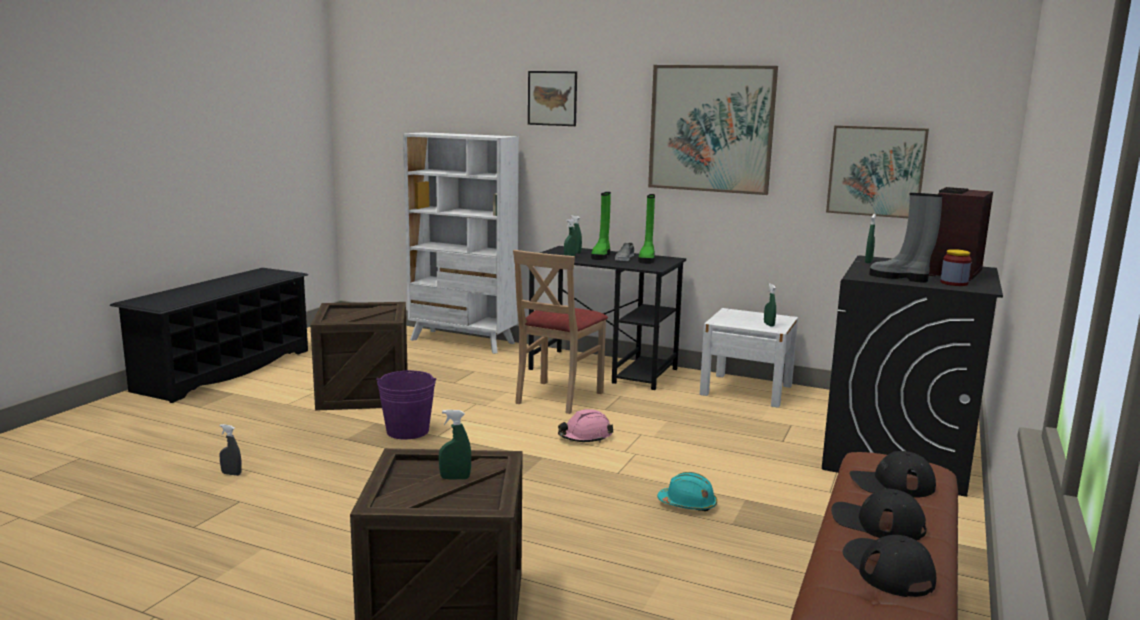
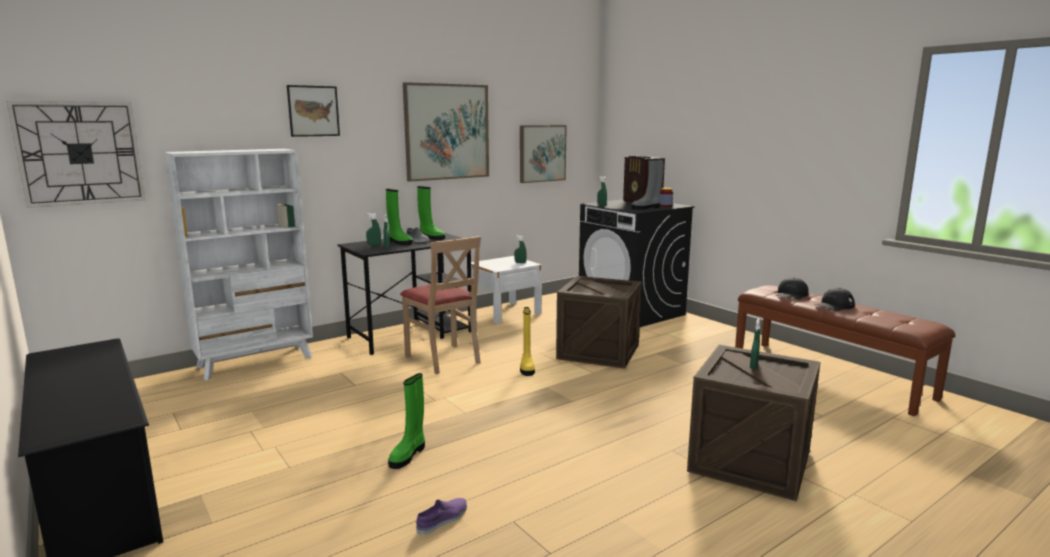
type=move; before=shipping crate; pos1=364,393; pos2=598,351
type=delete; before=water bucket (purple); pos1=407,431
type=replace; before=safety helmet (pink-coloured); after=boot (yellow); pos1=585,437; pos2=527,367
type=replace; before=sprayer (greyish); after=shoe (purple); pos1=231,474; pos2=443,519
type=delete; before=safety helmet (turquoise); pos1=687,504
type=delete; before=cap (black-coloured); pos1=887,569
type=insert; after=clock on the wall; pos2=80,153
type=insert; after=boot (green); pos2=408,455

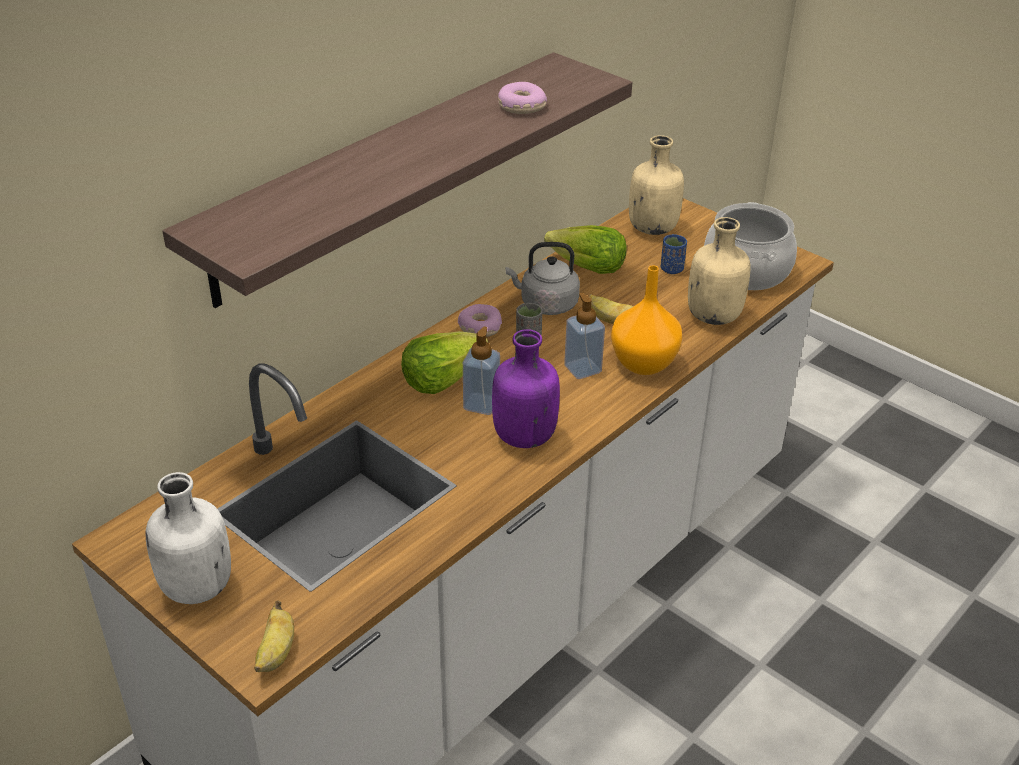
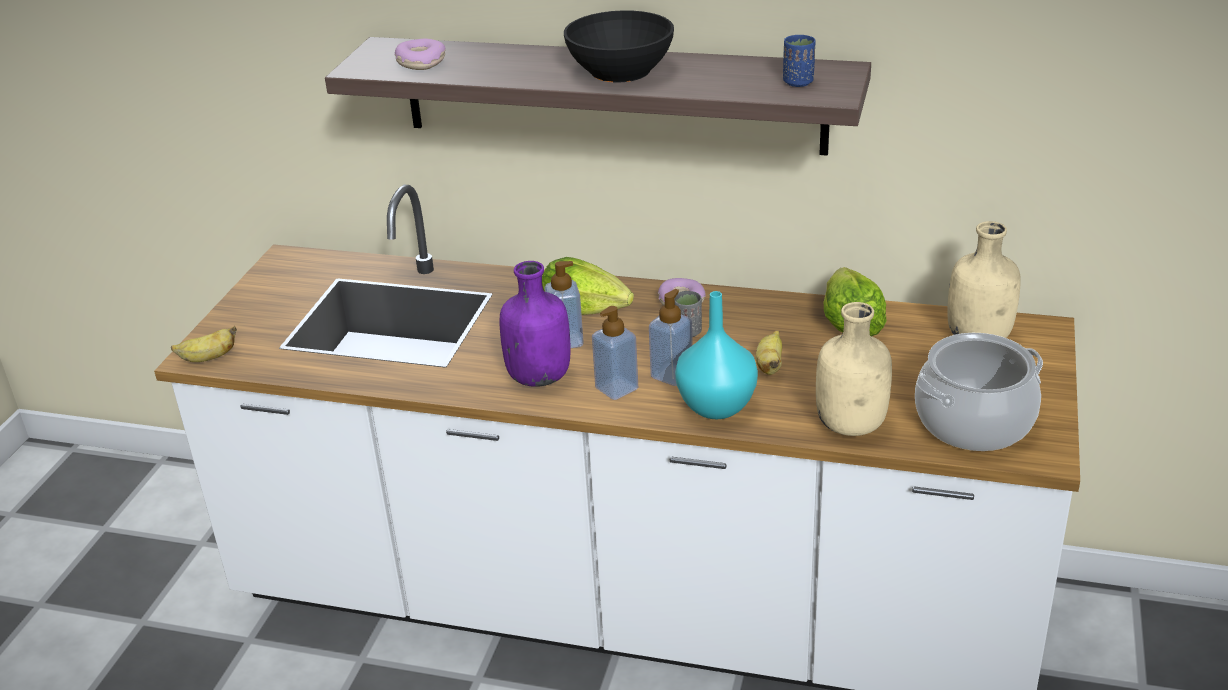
type=move; before=doughnut; pos1=521,106; pos2=421,62
type=move; before=small cup (blue-coloured); pos1=671,269; pos2=798,82
type=delete; before=kettle (greyish); pos1=545,304
type=recolor; before=vase (orange-coloured); after=vase (turquoise); pos1=643,364; pos2=714,407
type=delete; before=bottle (whitish); pos1=195,587
type=insert; after=deep dish (black-coloured); pos2=621,71
type=insert; after=soap dispenser; pos2=616,388

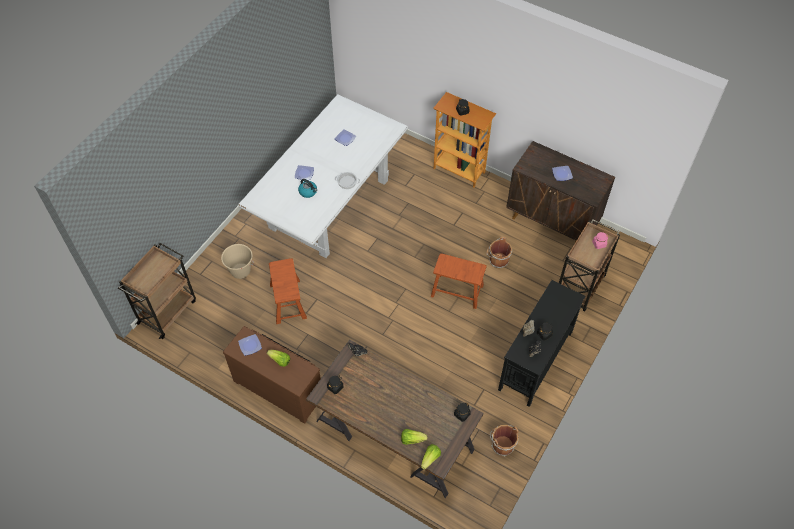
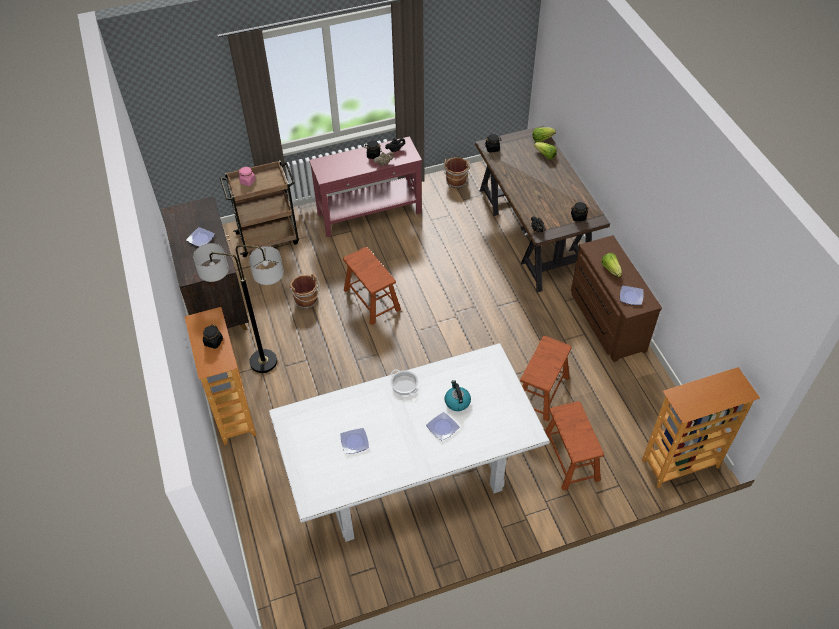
type=replace; before=cart (brown); after=bookshelf; pos1=167,311; pos2=680,464
type=replace; before=water bucket (beige-coloured); after=sitting stool (brown); pos1=240,271; pos2=570,458
type=recolor; before=console table (black-coloured); after=console table (red-coloured); pos1=535,360; pos2=370,213
type=insert; after=floor lamp; pos2=263,361

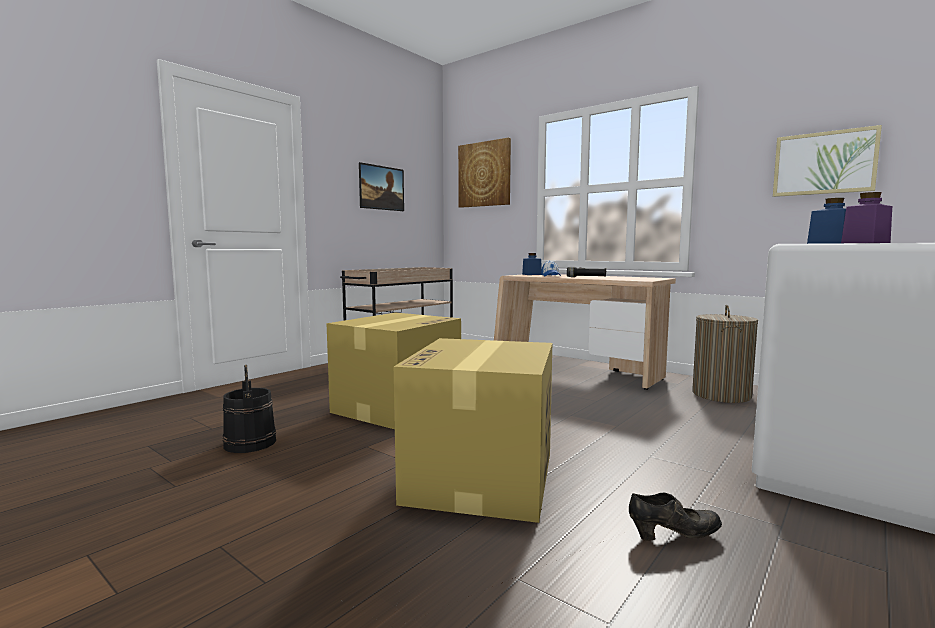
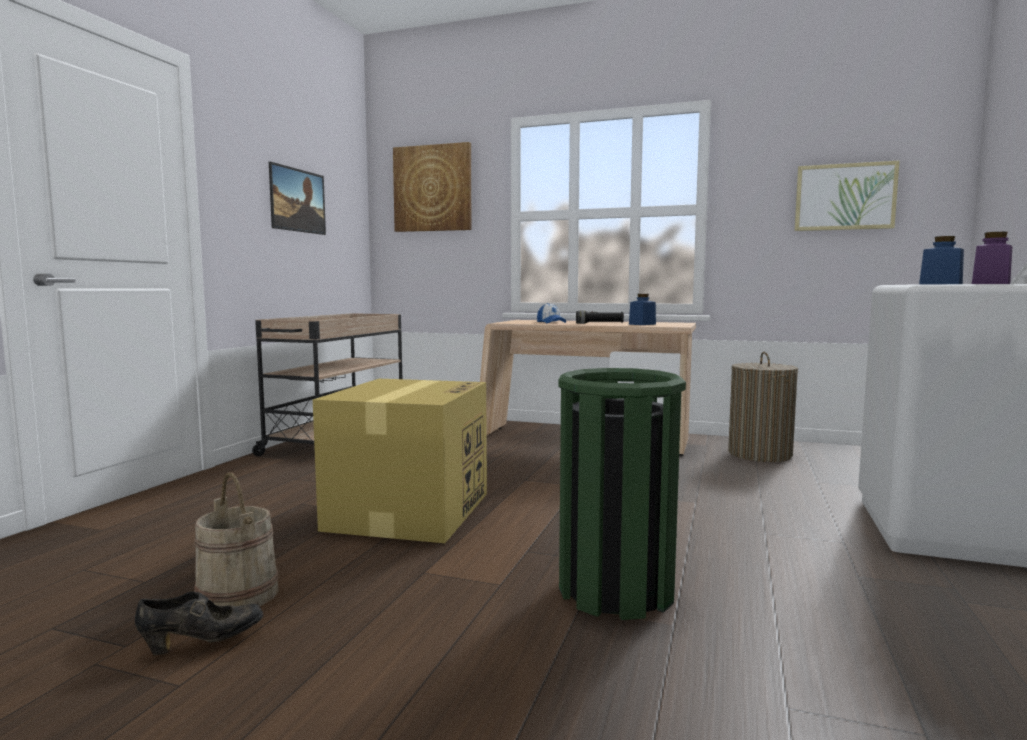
type=move; before=jar (blue-coloured); pos1=531,274; pos2=642,324
type=replace; before=carton; after=trash can (green); pos1=481,478; pos2=616,590
type=recolor; before=water bucket (black-coloured); after=water bucket (beige-coloured); pos1=249,443; pos2=237,595
type=move; before=shoe (black-coloured); pos1=674,536; pos2=203,642

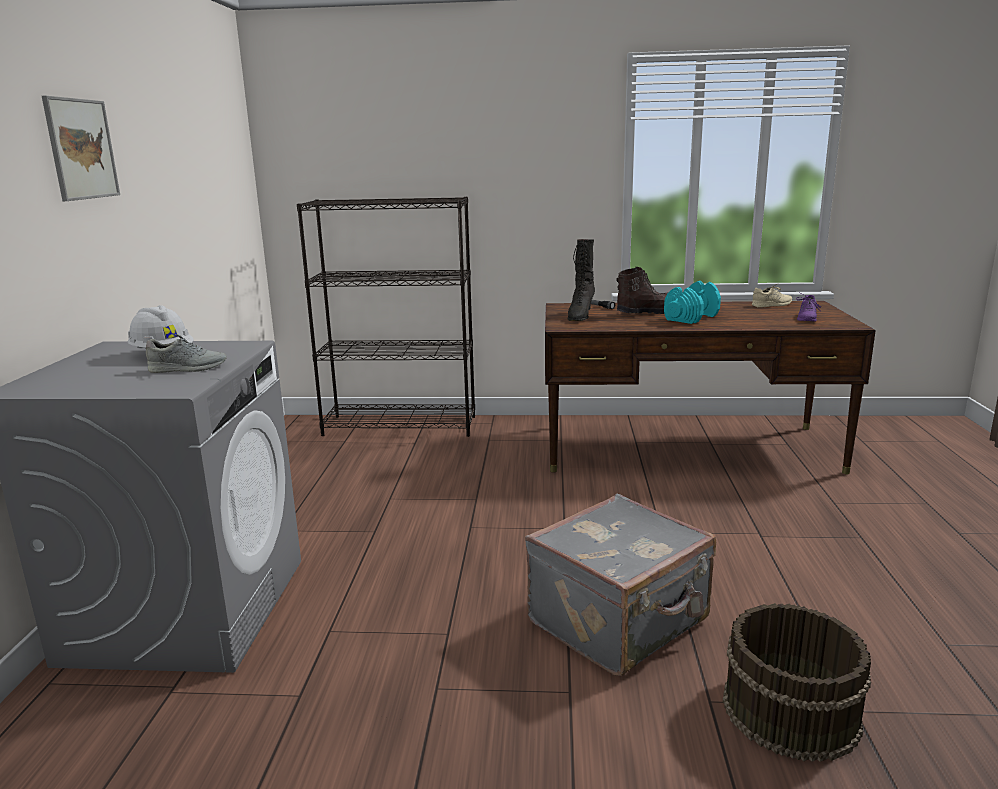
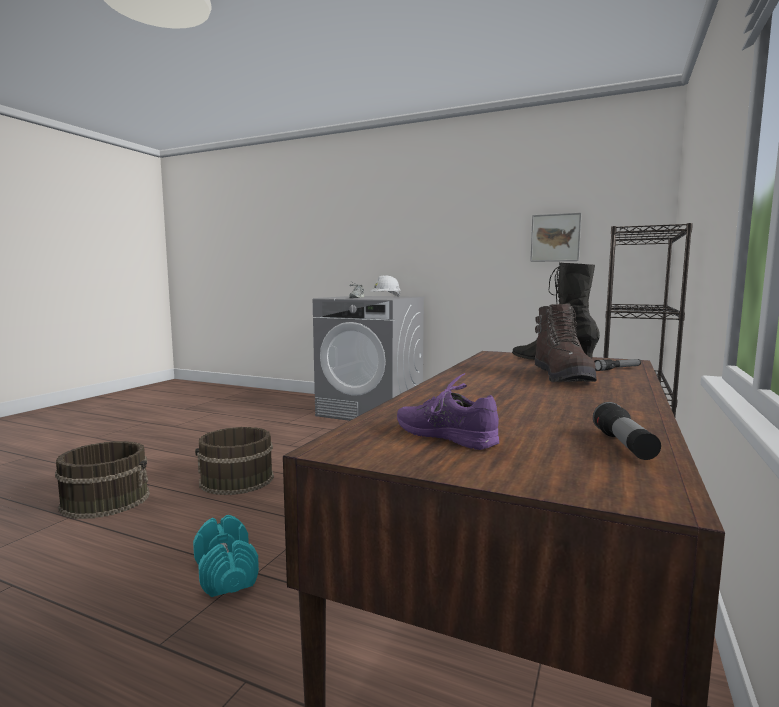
type=move; before=wall picture; pos1=81,149; pos2=555,237
type=move; before=free weight (turquoise); pos1=692,317; pos2=225,573
type=replace; before=shoe (beige-coloured); after=torch; pos1=772,305; pos2=624,446
type=replace; before=travel case (greyish); after=water bucket (brown); pos1=620,622; pos2=237,480

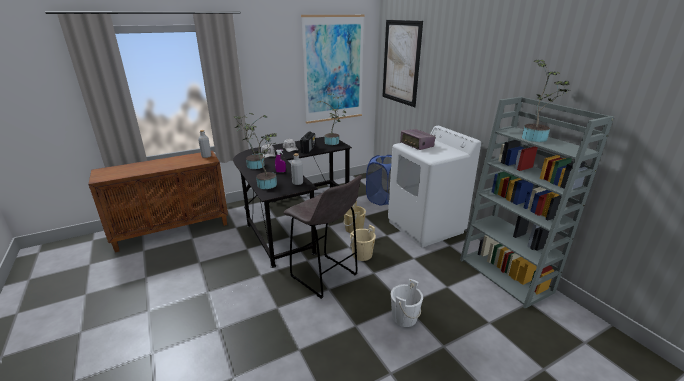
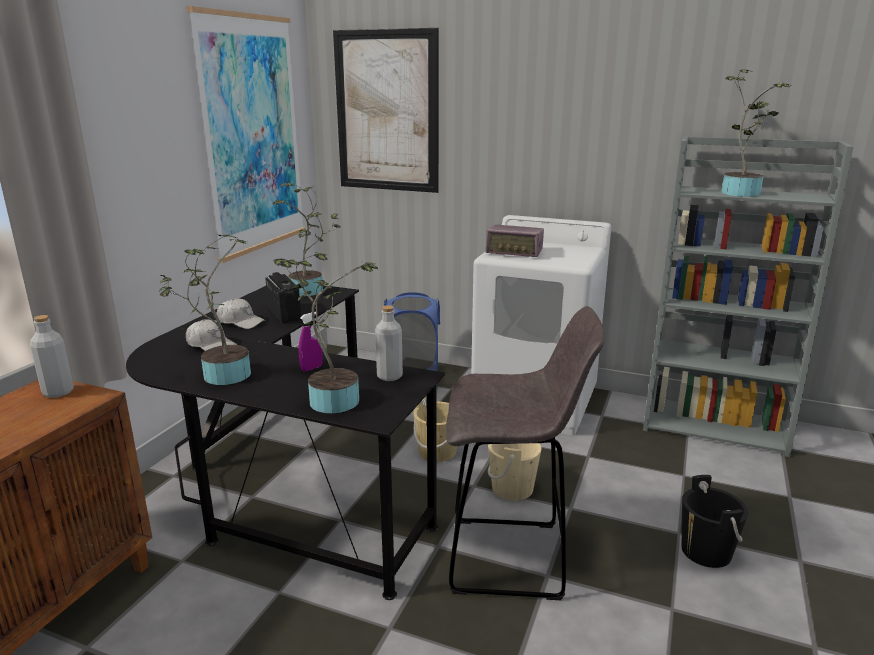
type=recolor; before=water bucket (whitish); after=water bucket (black-coloured); pos1=404,317; pos2=706,551

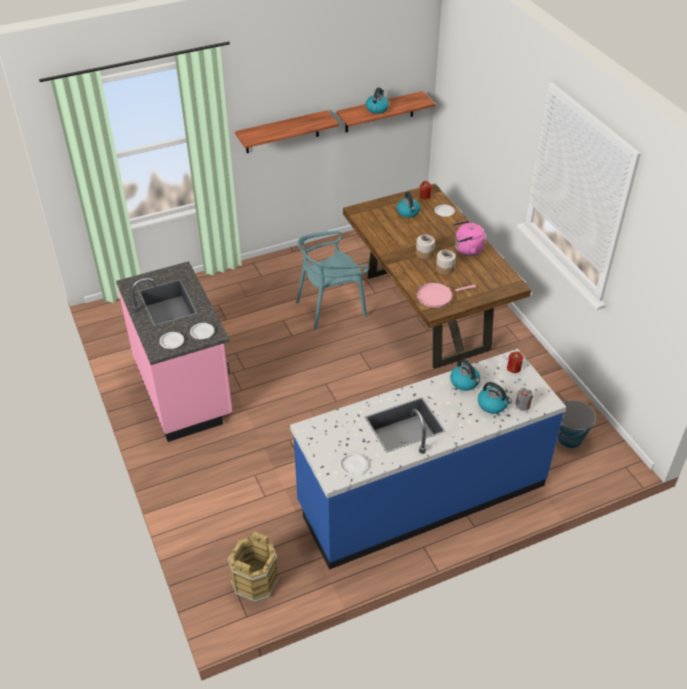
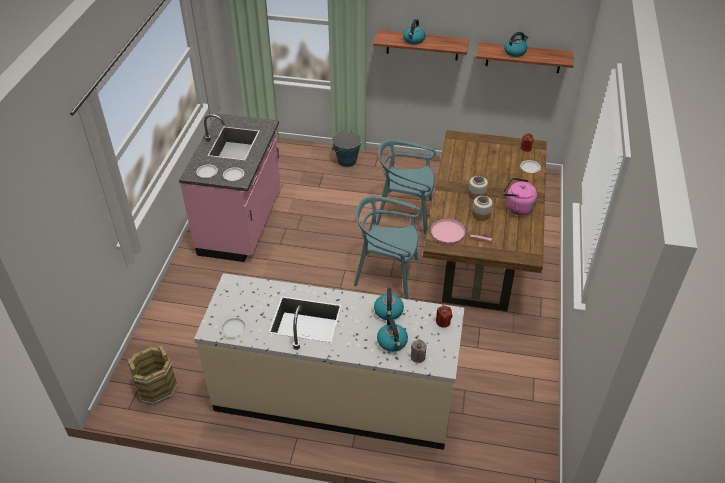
type=move; before=kettle; pos1=408,212; pos2=413,40
type=recolor; before=kitchen counter (blue-coloured); after=kitchen counter (beige-coloured); pos1=421,495; pos2=335,396
type=move; before=water bucket; pos1=569,439; pos2=347,161
type=insert; after=upright chair (turquoise); pos2=387,274

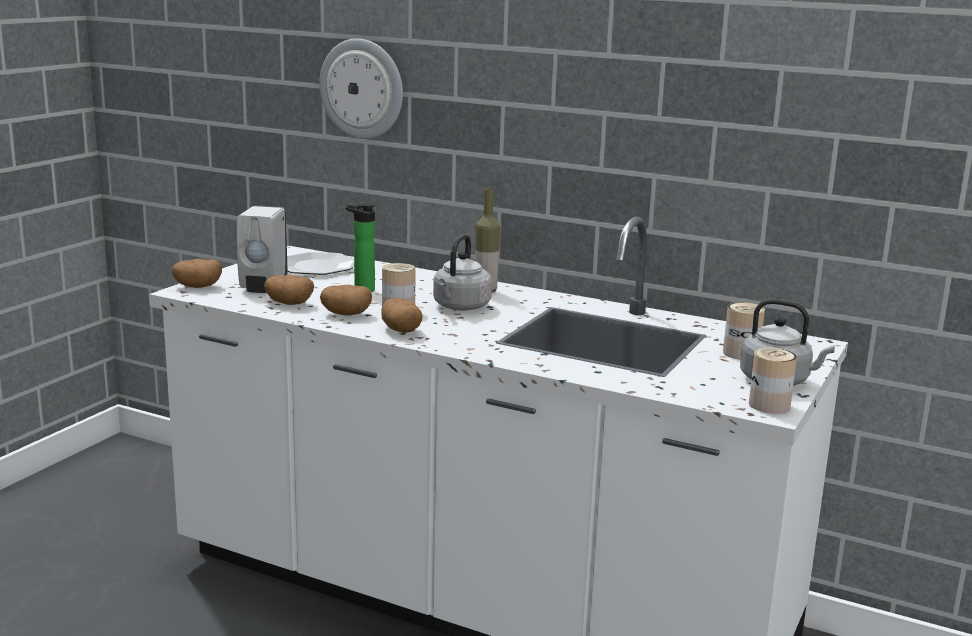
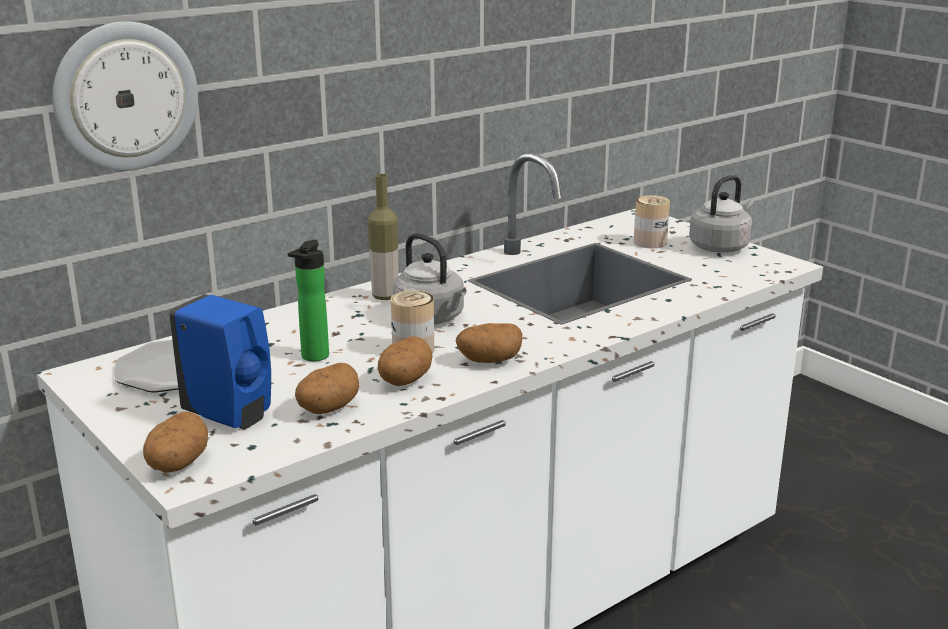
type=recolor; before=soap dispenser (whitish); after=soap dispenser (blue-coloured); pos1=263,286; pos2=230,416
type=delete; before=can; pos1=769,405

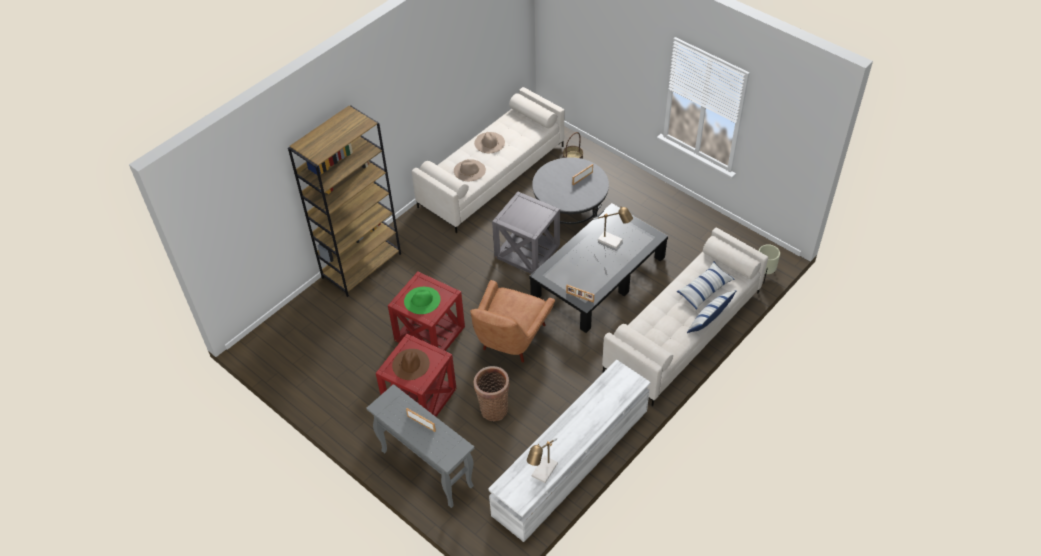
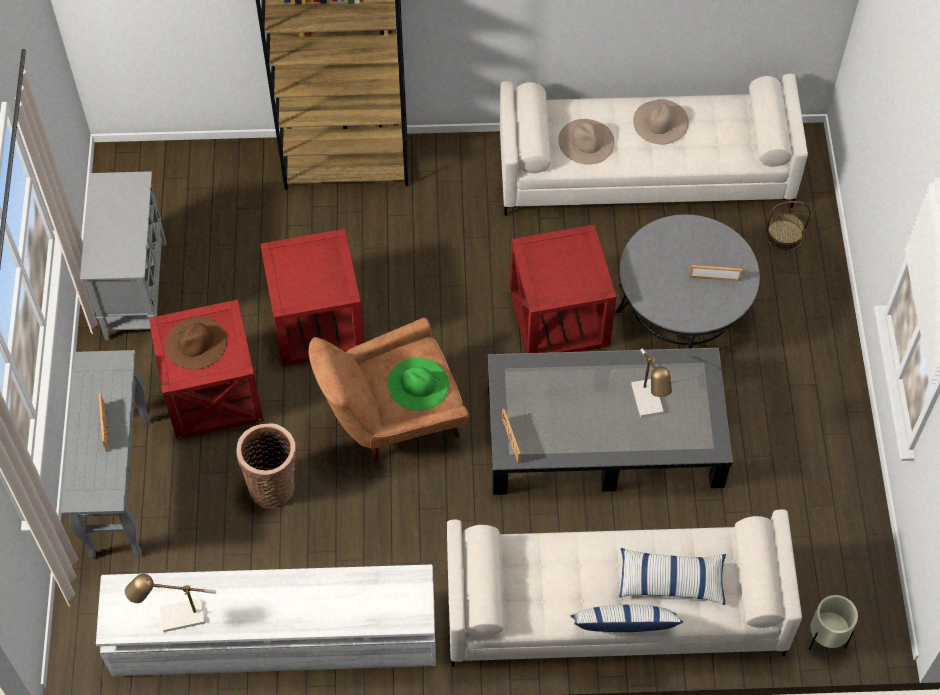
type=recolor; before=side table (greyish); after=side table (red-coloured); pos1=527,251; pos2=559,318
type=move; before=clothing hat (green); pos1=422,300; pos2=418,384
type=insert; after=cupboard (greyish); pos2=136,289

